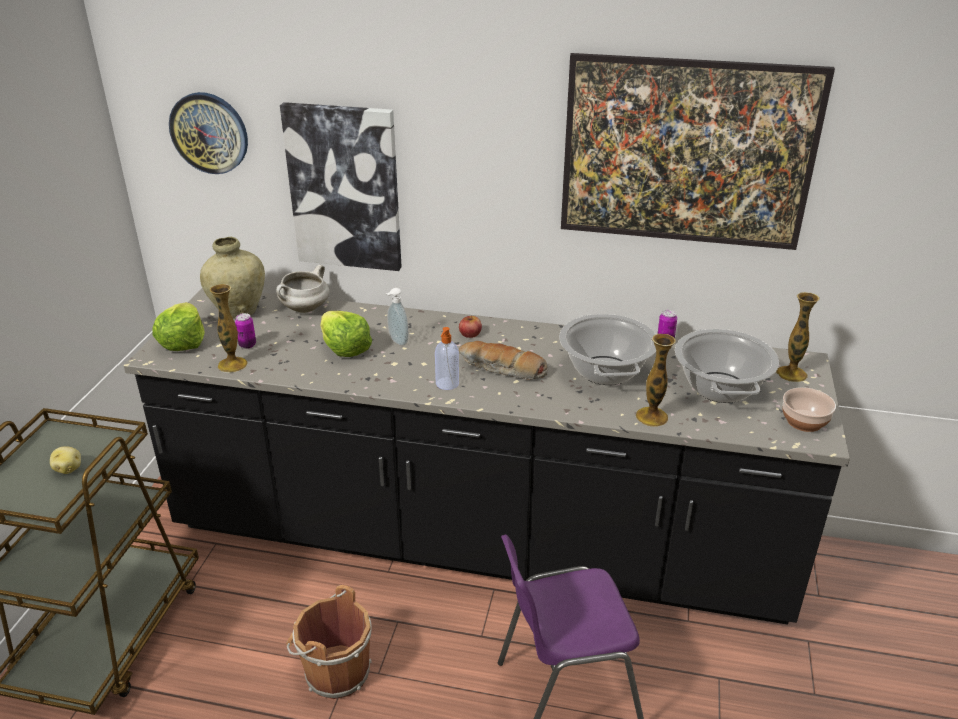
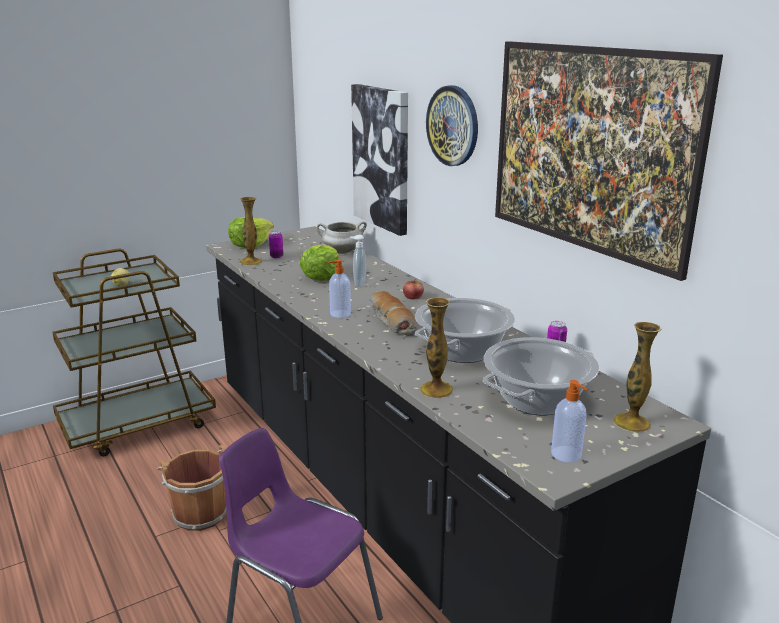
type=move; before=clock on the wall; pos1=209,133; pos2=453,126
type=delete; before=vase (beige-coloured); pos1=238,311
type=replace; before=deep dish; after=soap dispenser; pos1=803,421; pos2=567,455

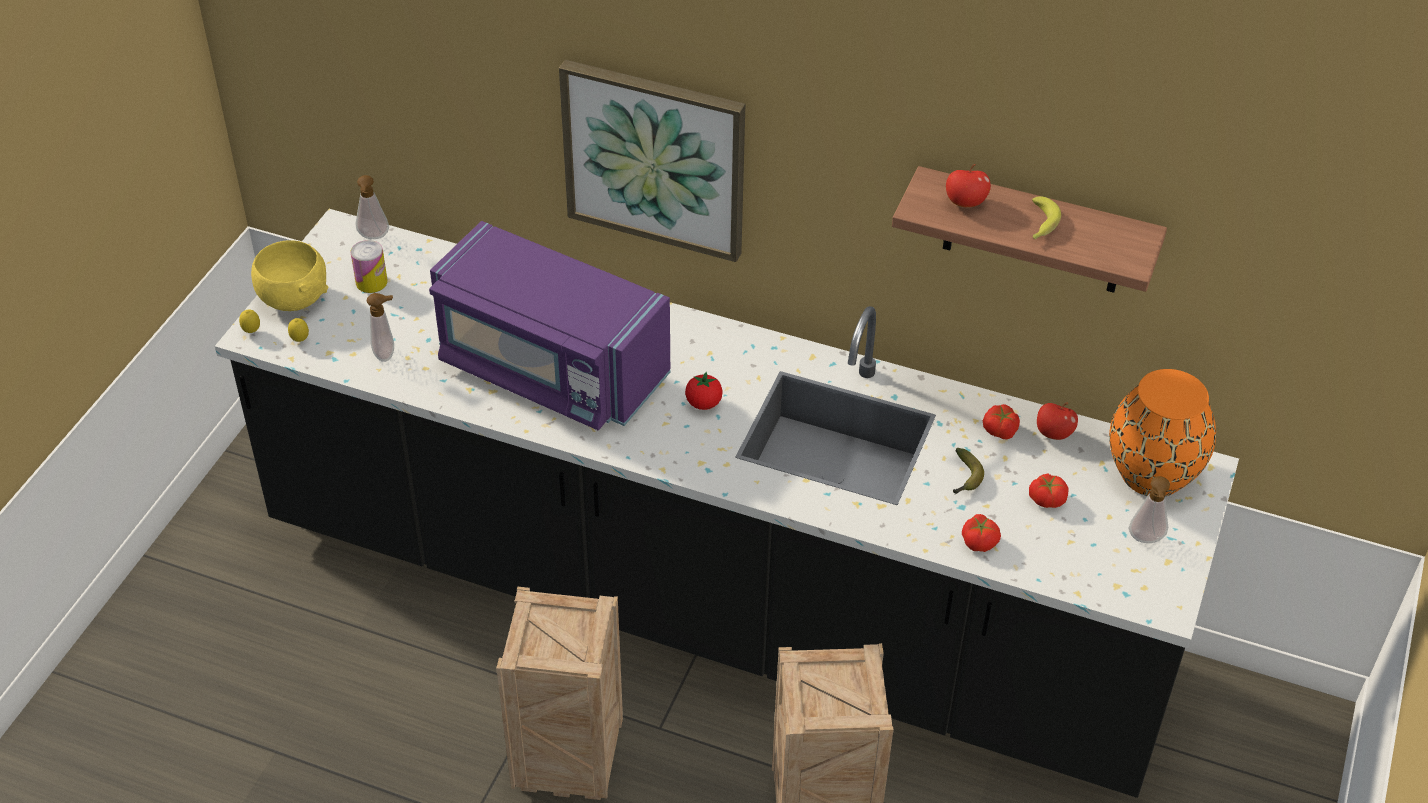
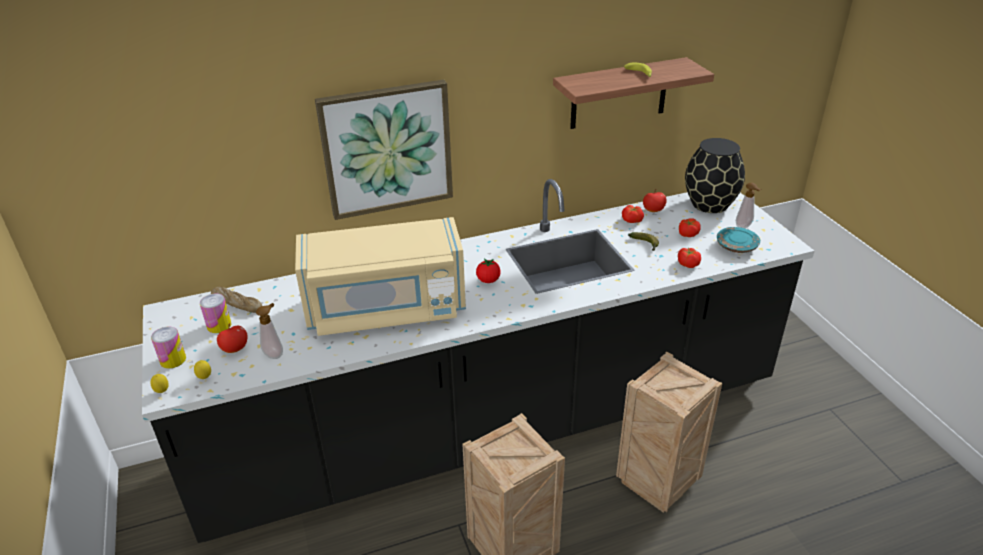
type=move; before=apple fruit; pos1=965,202; pos2=235,349
type=delete; before=soap dispenser; pos1=373,237
type=recolor; before=kitchen microwave (purple); after=kitchen microwave (beige-coloured); pos1=550,369; pos2=386,309
type=replace; before=deep dish (yellow); after=can; pos1=293,298; pos2=173,360
type=recolor; before=vase (orange-coloured); after=vase (black-coloured); pos1=1153,475; pos2=710,204
type=insert; after=flat dish (turquoise); pos2=736,246
type=insert; after=bakery bread; pos2=237,304

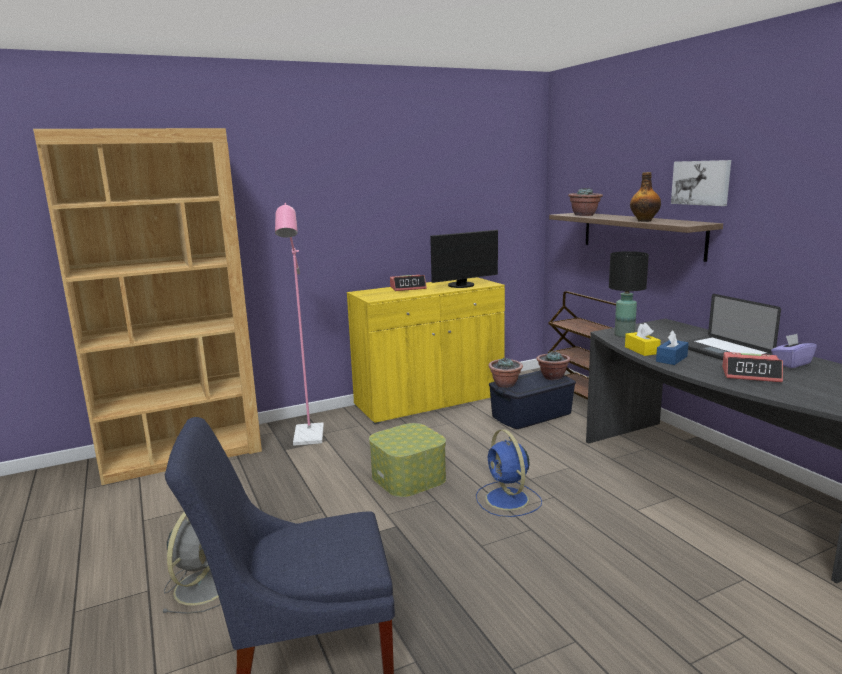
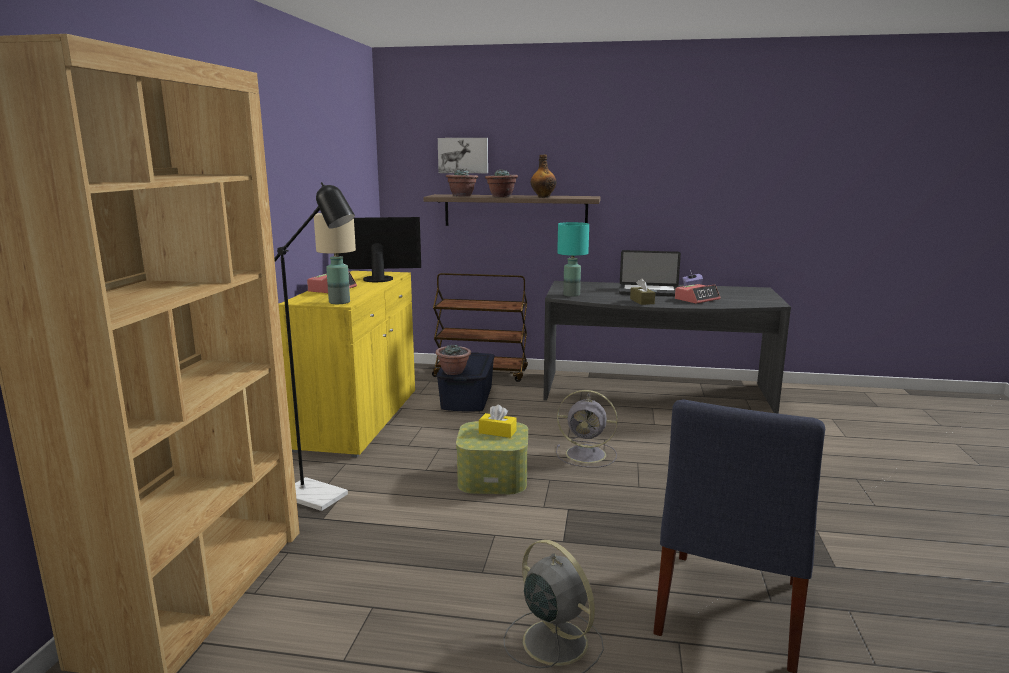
type=move; before=wall picture; pos1=701,182; pos2=463,155
type=recolor; before=floor lamp (pink-coloured); after=floor lamp (black-coloured); pos1=308,439; pos2=322,498
type=rotate; before=computer display; pos1=462,285; pos2=378,278; turn=-105
type=recolor; before=tabletop lamp (black-coloured); after=tabletop lamp (turquoise); pos1=624,335; pos2=571,295
type=move; before=tissue holder (yellow); pos1=641,350; pos2=497,432
type=recolor; before=tissue holder (blue-coloured); after=tissue holder (brown); pos1=671,359; pos2=642,301
type=move; before=plant in a pot; pos1=552,377; pos2=501,196
type=recolor; before=cooling fan (blue-coloured); after=cooling fan (greyish); pos1=508,500; pos2=587,454
type=insert; after=tabletop lamp (beige-coloured); pos2=340,302

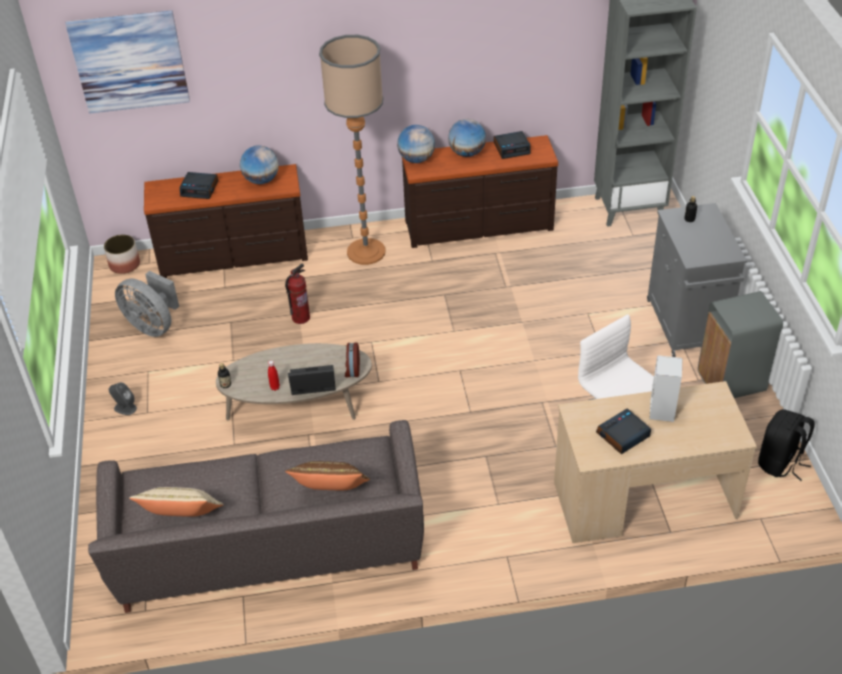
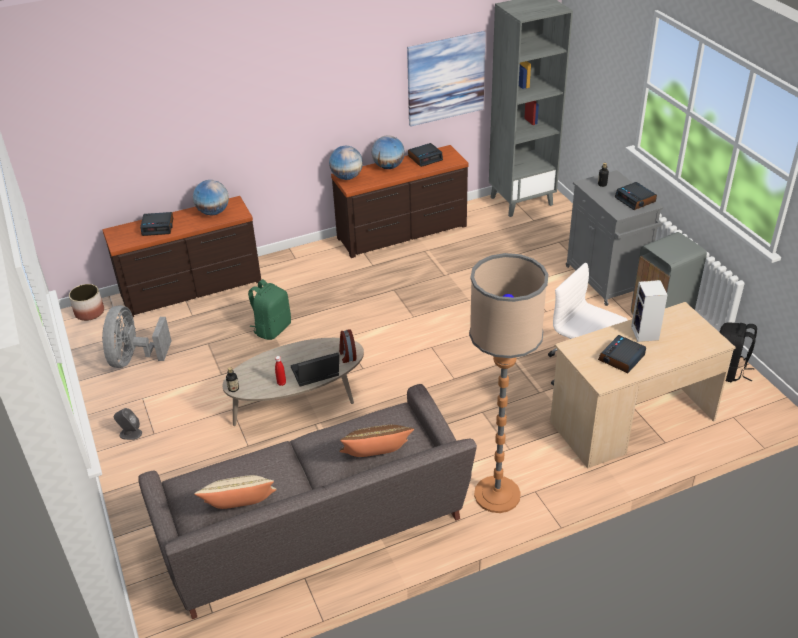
type=move; before=wall picture; pos1=129,61; pos2=445,78
type=move; before=floor lamp; pos1=366,252; pos2=497,495
type=replace; before=fire-fighting cylinder; after=rucksack (green); pos1=300,317; pos2=272,329
type=rotate; before=cooling fan (greyish); pos1=153,325; pos2=134,358; turn=75
type=insert; after=table clock; pos2=635,200

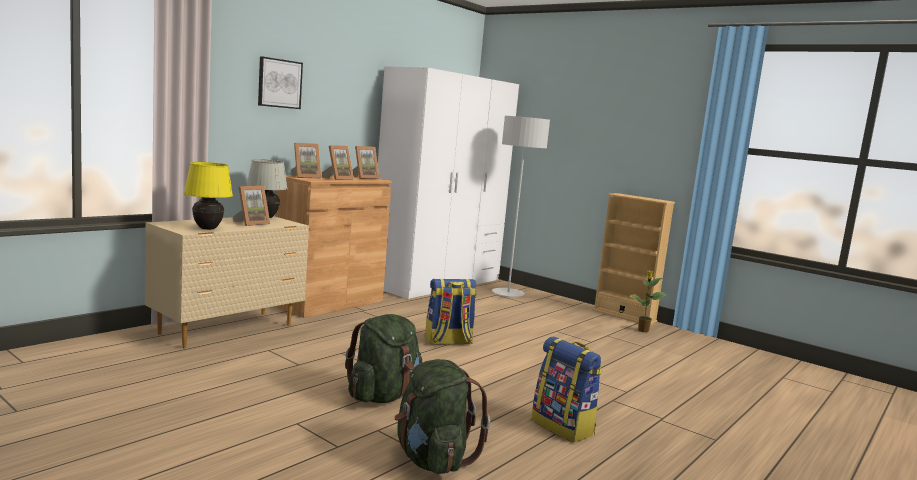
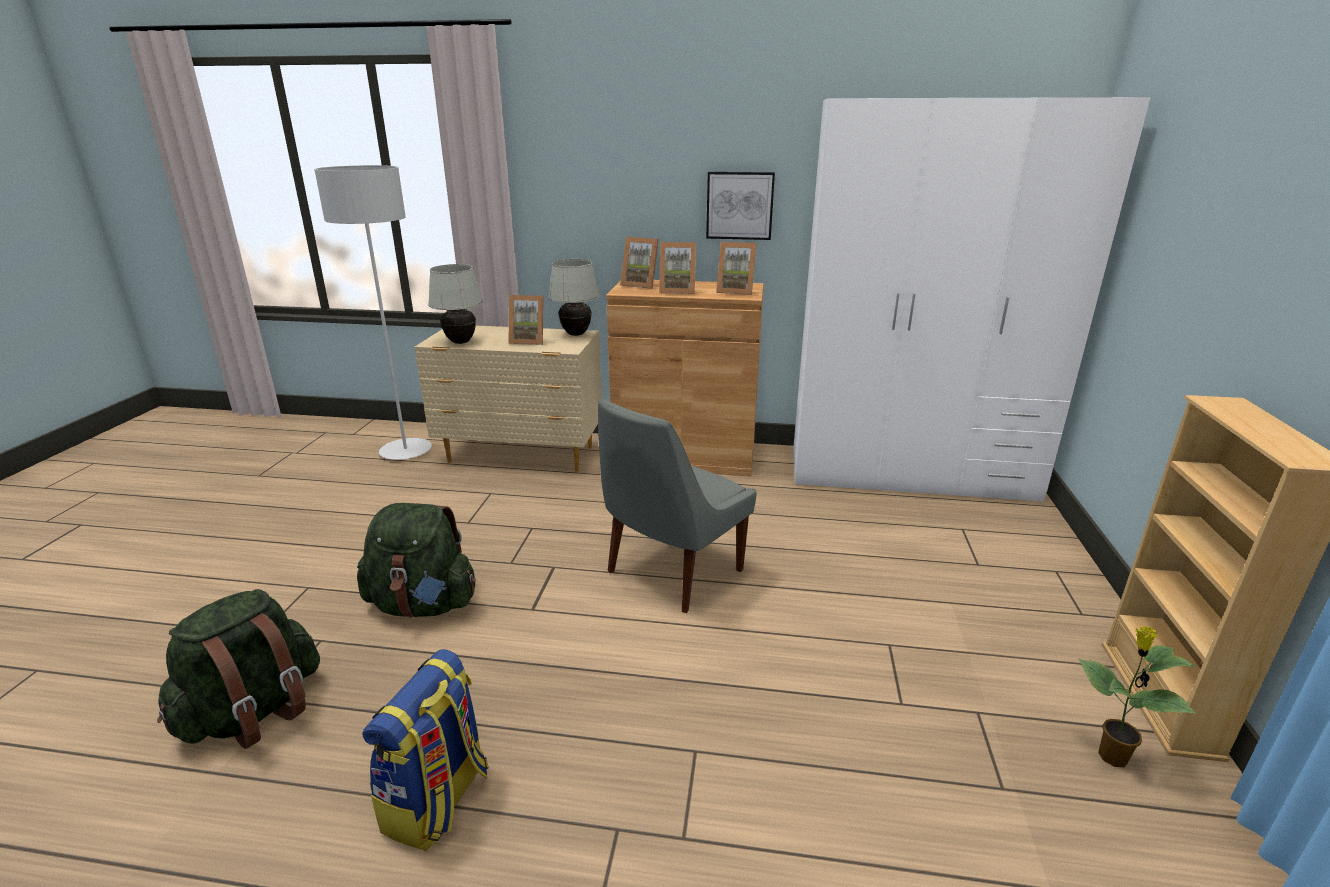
type=move; before=wall picture; pos1=279,83; pos2=739,205
type=move; before=floor lamp (greyish); pos1=508,294; pos2=406,451
type=recolor; before=tabletop lamp (yellow); after=tabletop lamp (whitish); pos1=207,229; pos2=460,342
type=replace; before=rucksack; after=upright chair (greyish); pos1=448,342; pos2=671,573

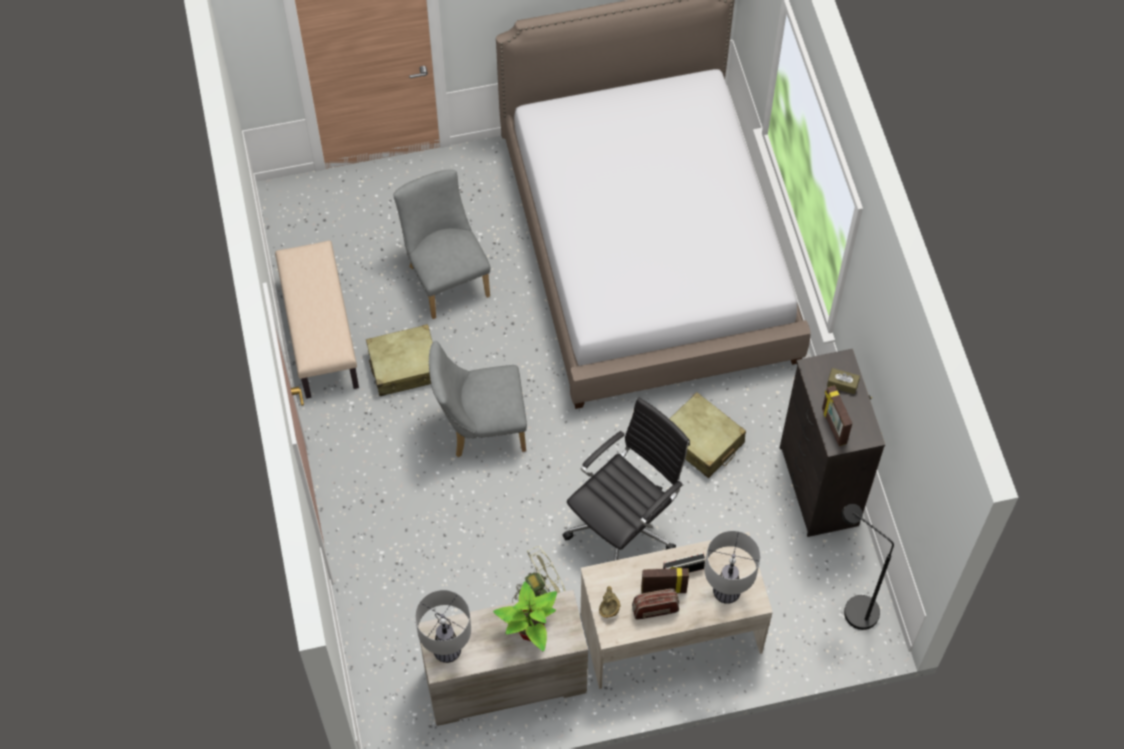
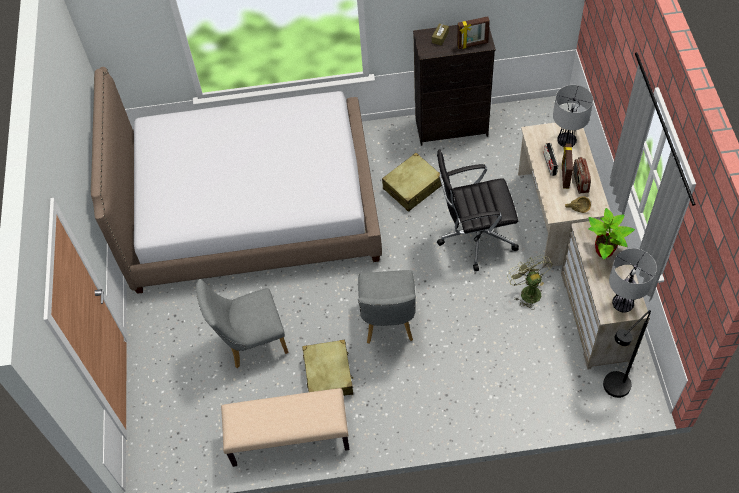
type=rotate; before=computer chair (black-coloured); pos1=625,525; pos2=474,236; turn=-60
type=move; before=floor lamp (black-coloured); pos1=852,608; pos2=612,391

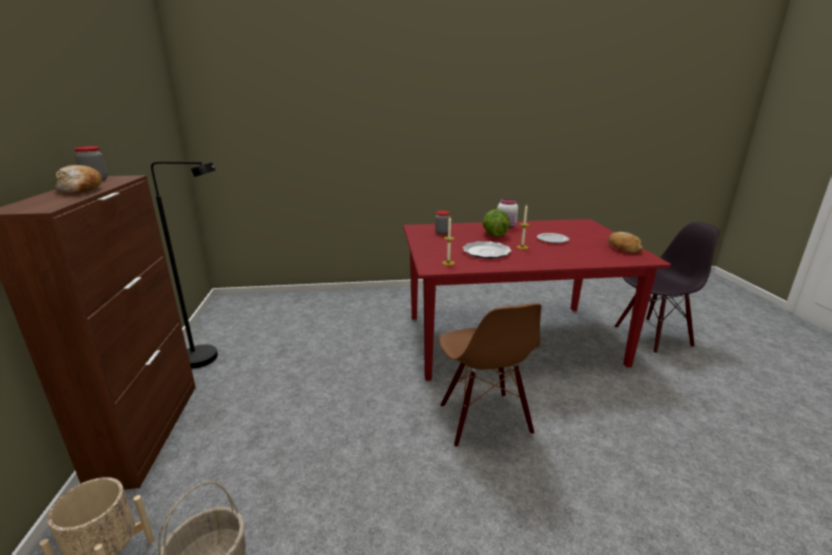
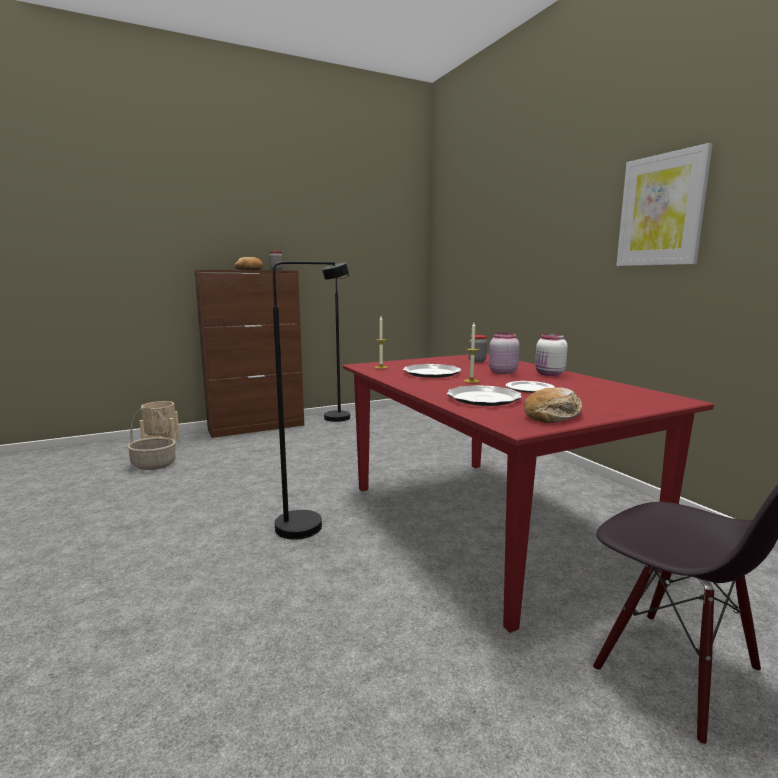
type=replace; before=lettuce head; after=jar (pink-coloured); pos1=494,235; pos2=502,372
type=replace; before=upright chair (brown); after=floor lamp (black-coloured); pos1=483,419; pos2=310,523
type=insert; after=wall picture; pos2=661,210
type=insert; after=flat dish; pos2=483,398

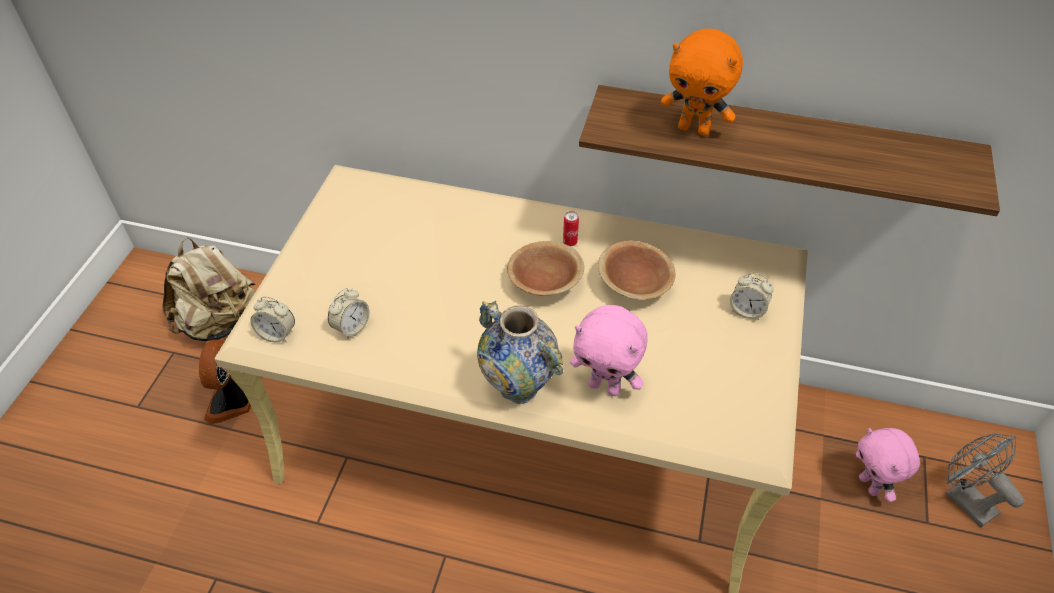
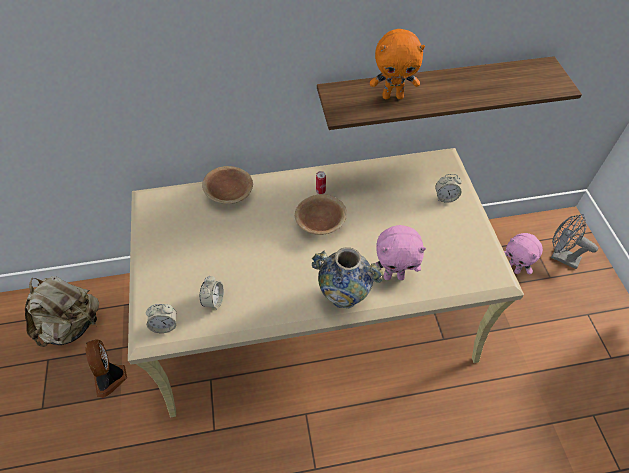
type=move; before=deep dish (brown); pos1=634,284; pos2=229,193

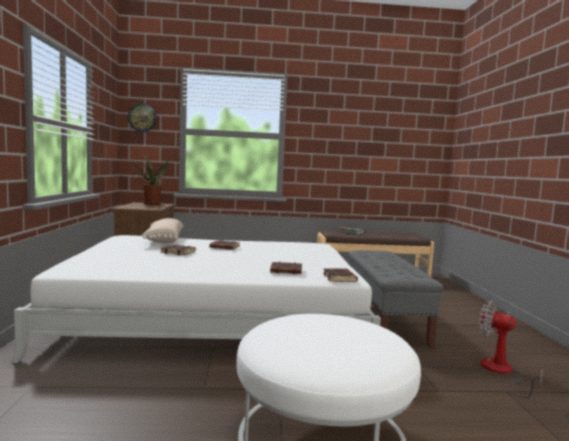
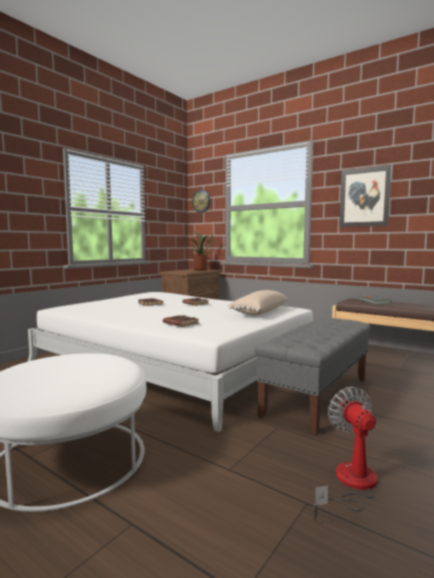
type=move; before=pillow (beige-coloured); pos1=163,240; pos2=258,312
type=delete; before=book (brown); pos1=340,278
type=insert; after=wall picture; pos2=364,197

